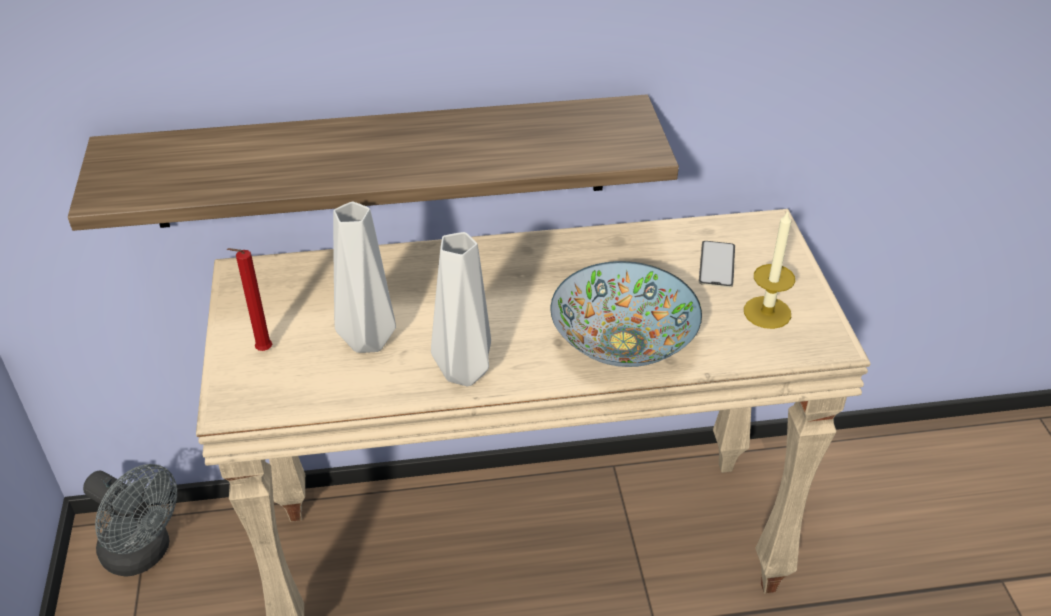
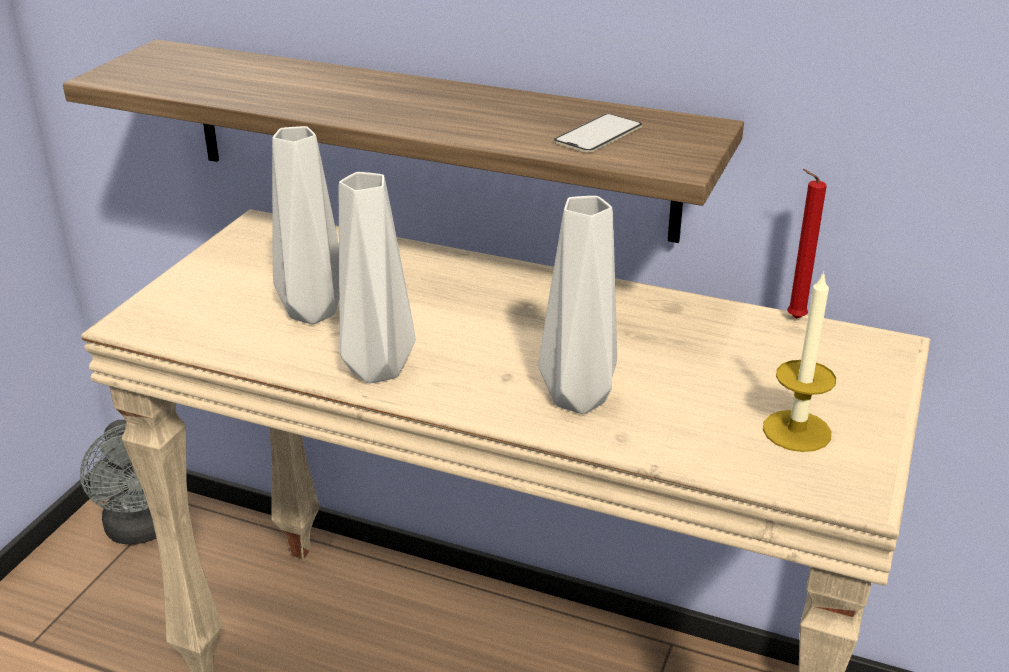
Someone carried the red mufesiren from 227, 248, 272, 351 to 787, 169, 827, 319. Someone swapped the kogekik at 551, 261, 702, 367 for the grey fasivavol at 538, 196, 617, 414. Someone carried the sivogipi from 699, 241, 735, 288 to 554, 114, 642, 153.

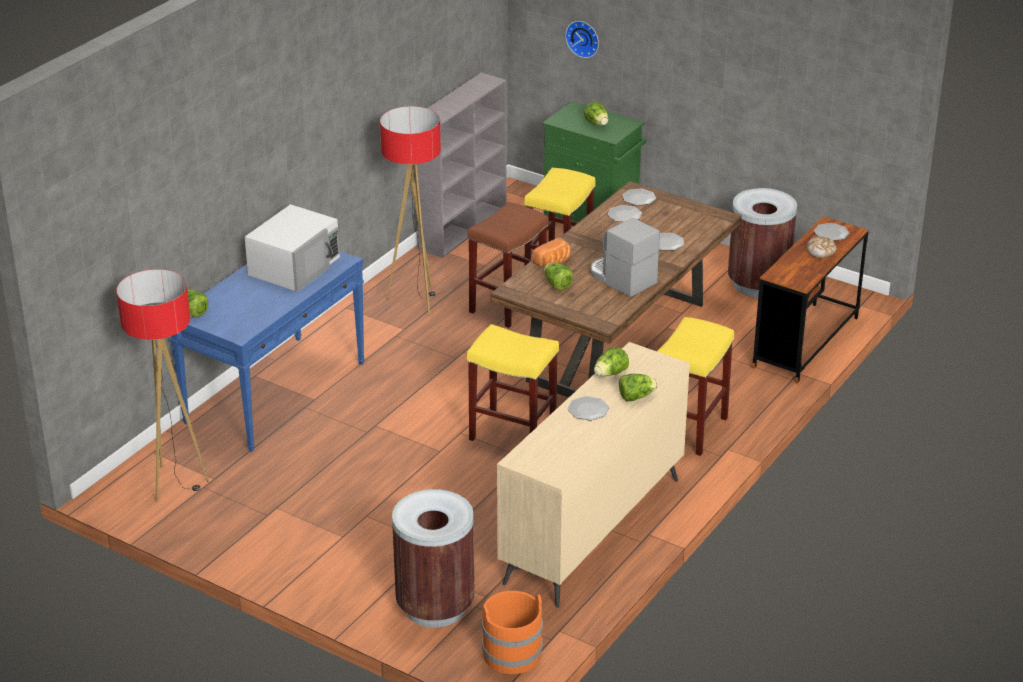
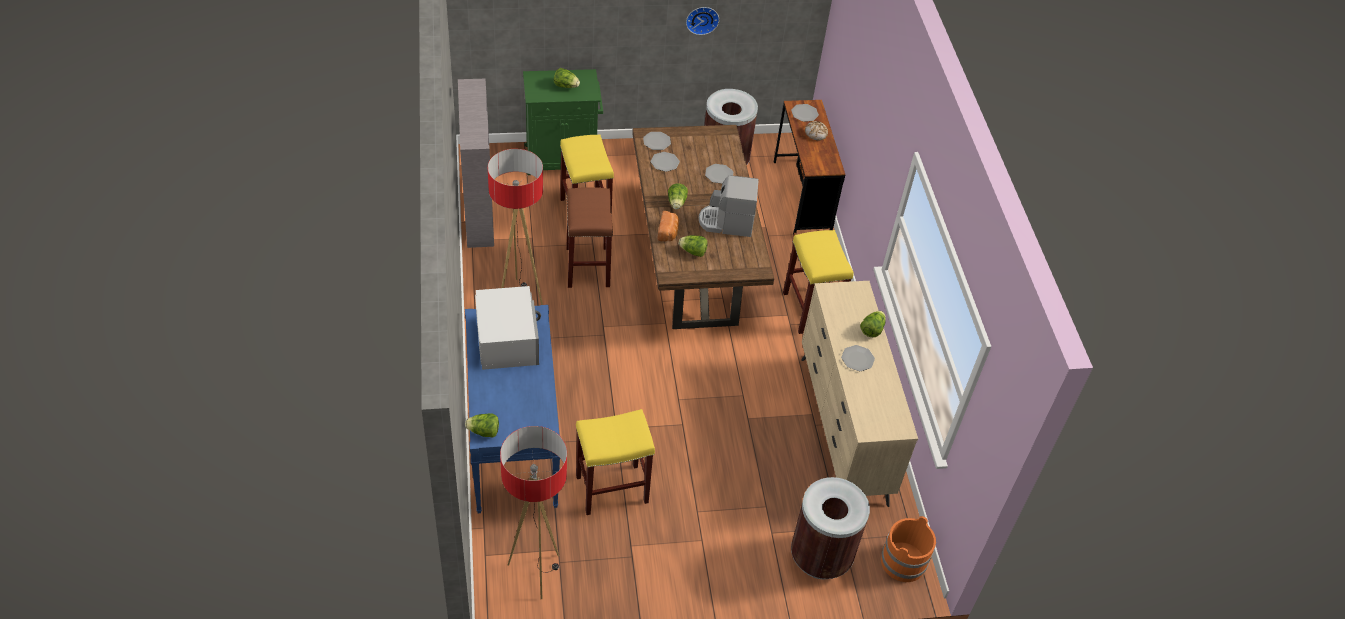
Someone carried the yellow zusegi from 467, 324, 559, 441 to 576, 409, 655, 515. Someone carried the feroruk from 565, 21, 599, 58 to 686, 7, 719, 35. Someone carried the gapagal from 594, 347, 629, 376 to 668, 183, 688, 209.

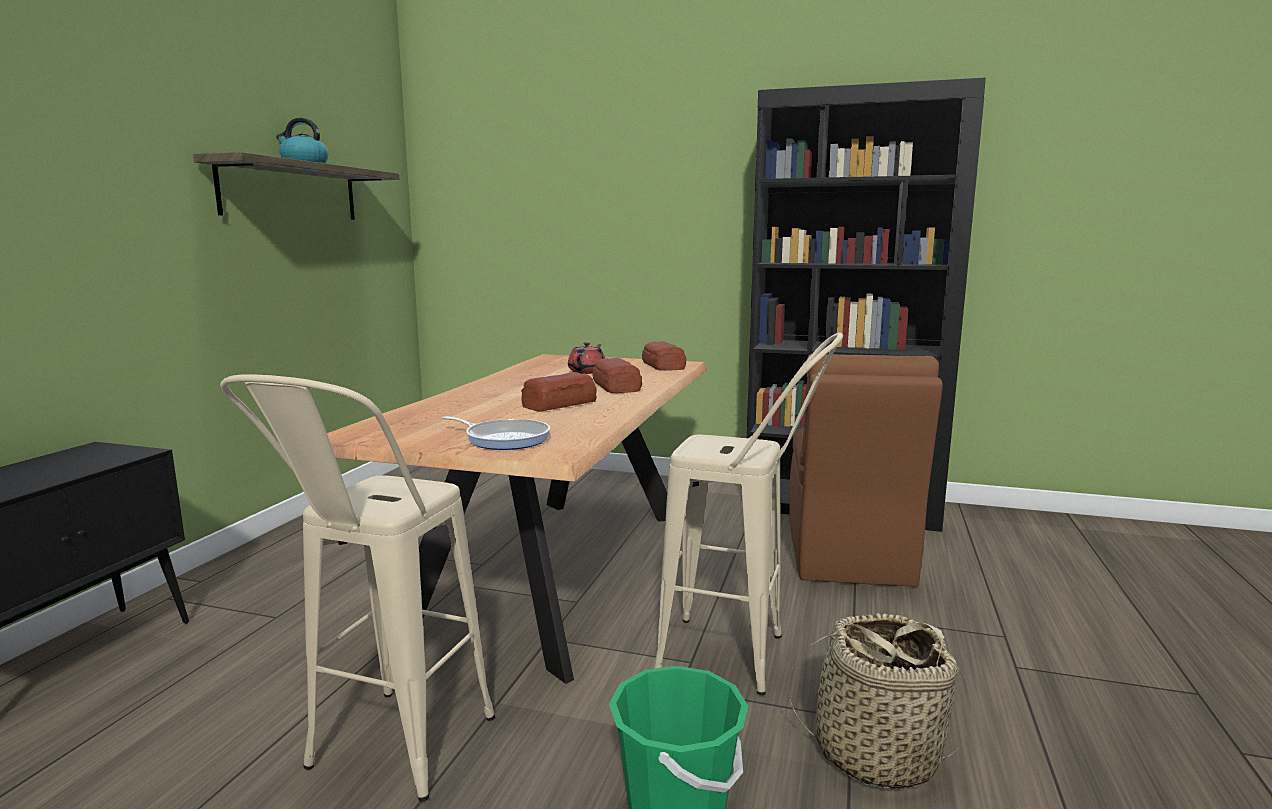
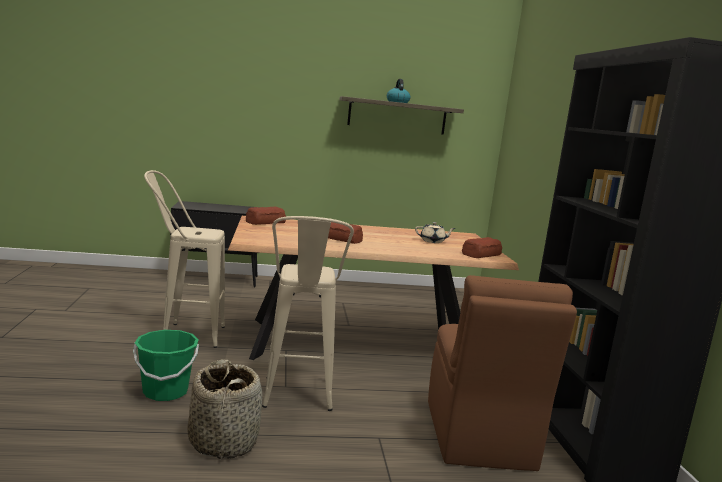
Someone took away the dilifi at 442, 416, 550, 450. Someone repainted the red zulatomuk at 568, 342, 605, 374, which became the beige zulatomuk at 415, 222, 456, 243. Someone carried the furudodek from 592, 358, 642, 393 to 246, 207, 286, 225. Someone rotated the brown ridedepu at 789, 354, 943, 587 by 75 degrees counterclockwise.

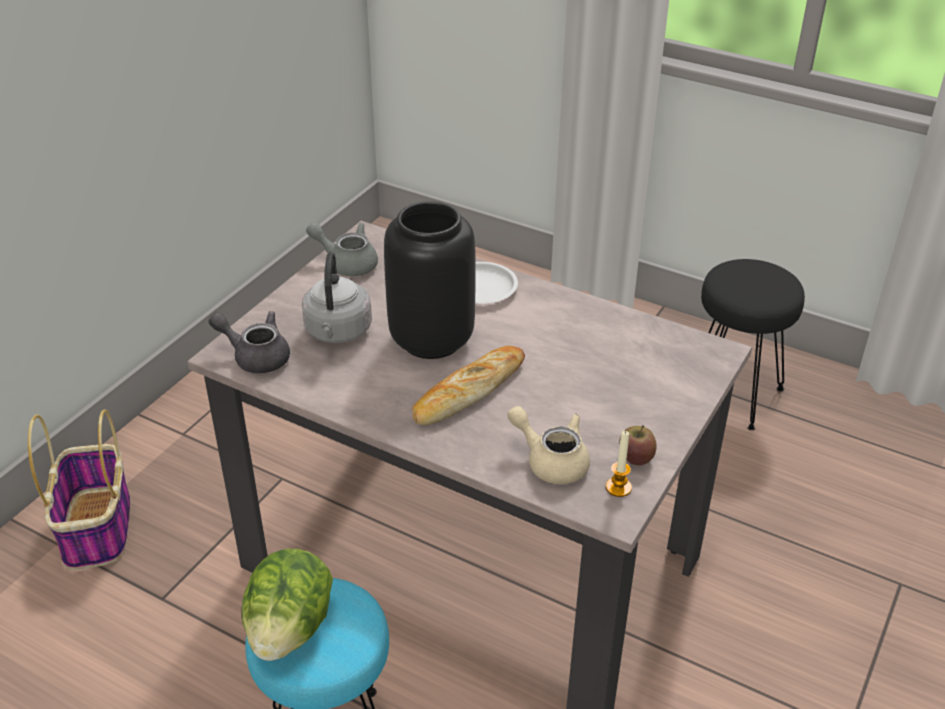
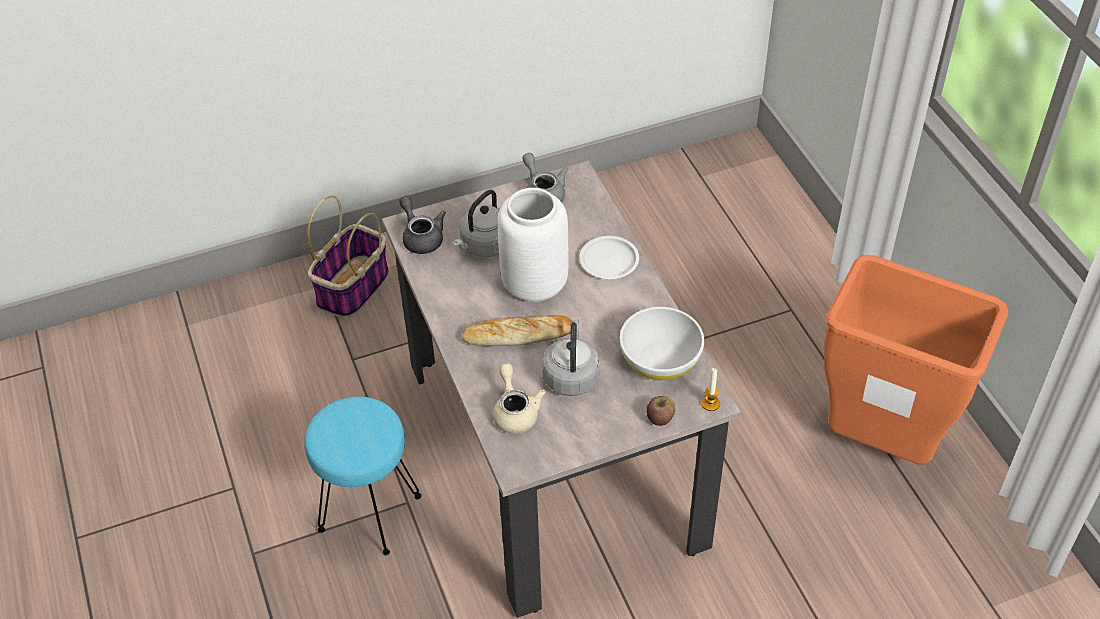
Someone took away the gapagal at 242, 549, 333, 661. Someone repainted the black fasivavol at 384, 201, 476, 359, which became the white fasivavol at 498, 188, 568, 302. Someone carried the mufesiren from 606, 430, 632, 497 to 701, 368, 720, 411. Someone carried the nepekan from 619, 425, 657, 466 to 646, 396, 675, 426. Someone swapped the black zusegi at 701, 259, 805, 430 for the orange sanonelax at 824, 255, 1008, 465. Someone put down the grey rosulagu at 542, 320, 600, 396. Someone put down the white kogekik at 620, 307, 704, 380.

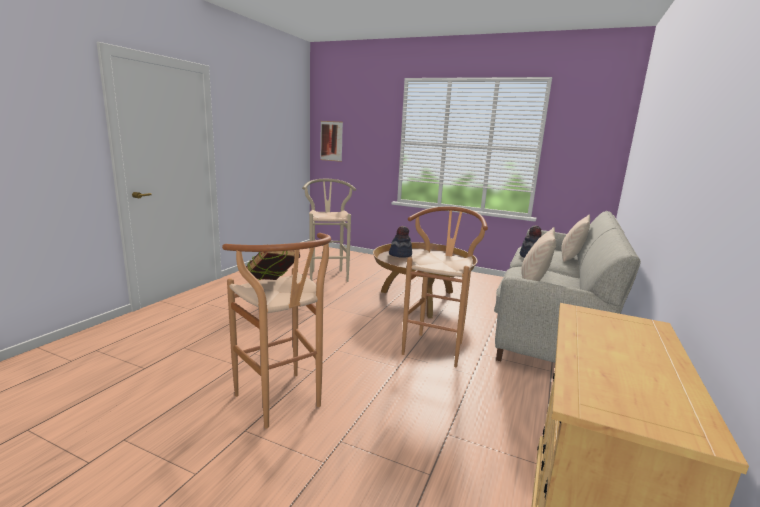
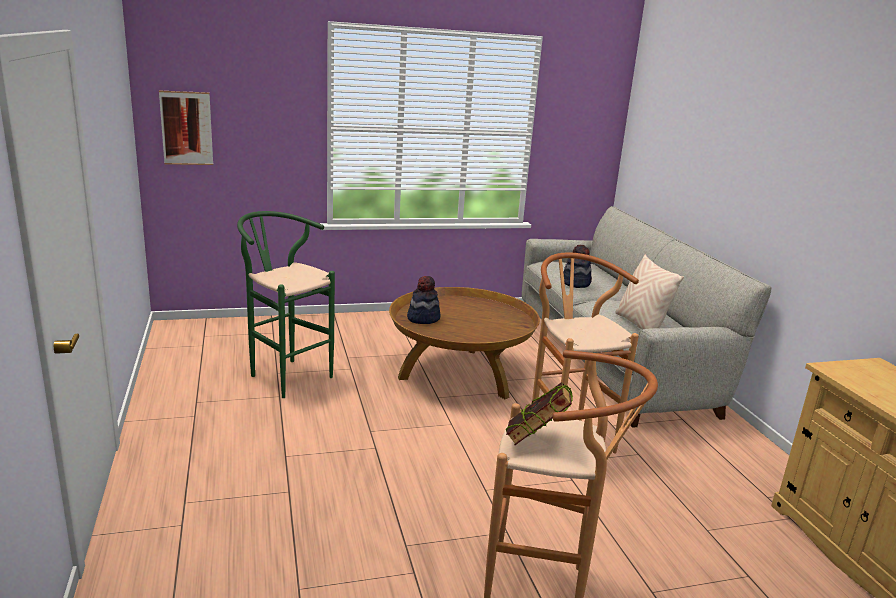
Someone repainted the beige zusegi at 302, 179, 356, 282, which became the green zusegi at 237, 211, 335, 398. Someone took away the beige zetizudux at 561, 214, 590, 262.

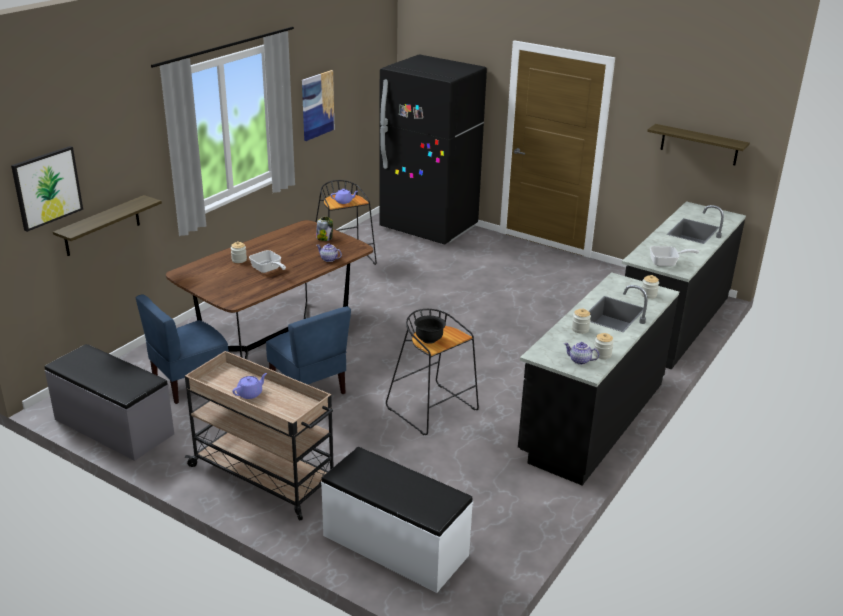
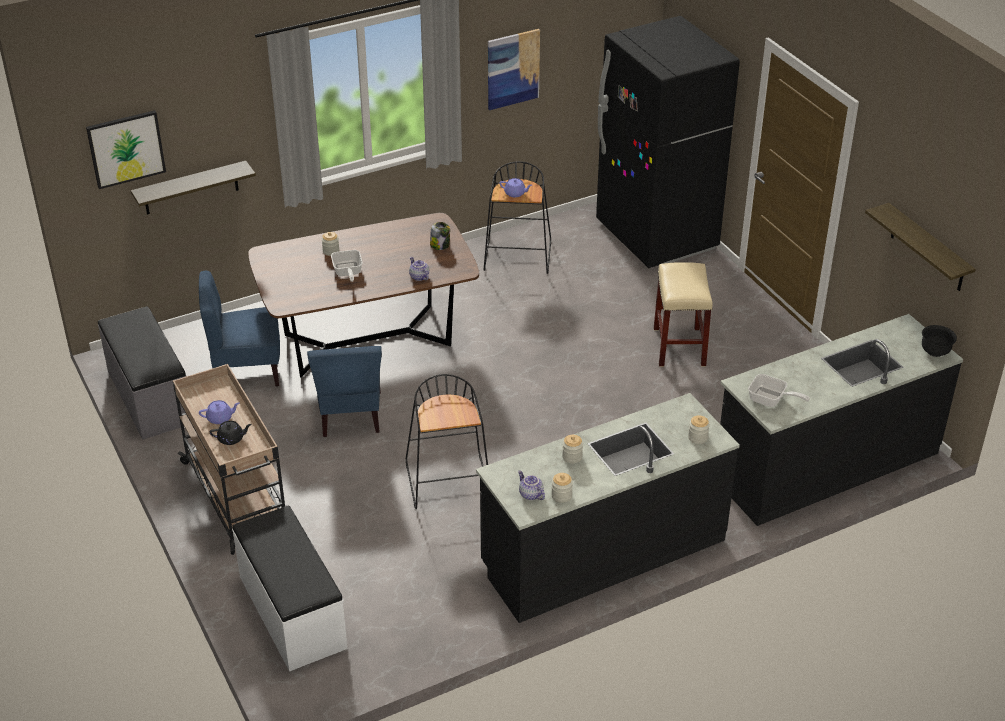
Someone carried the black kogekik from 414, 315, 446, 344 to 922, 325, 957, 357. Someone put down the black zulatomuk at 210, 421, 252, 445. Someone put down the beige zusegi at 654, 262, 713, 367.

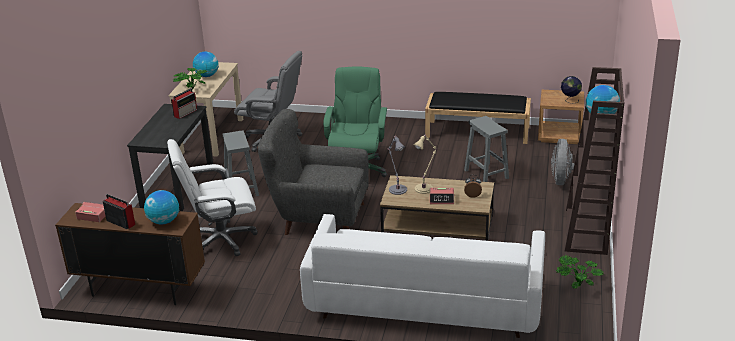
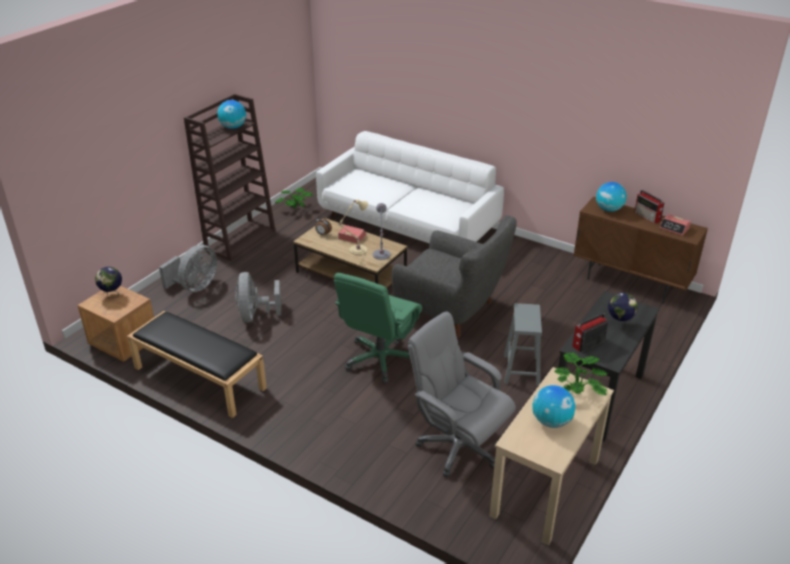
Someone took away the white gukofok at 167, 139, 258, 256. Someone swapped the grey zusegi at 464, 116, 509, 182 for the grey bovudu at 235, 272, 281, 323. Someone put down the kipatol at 608, 293, 638, 332.

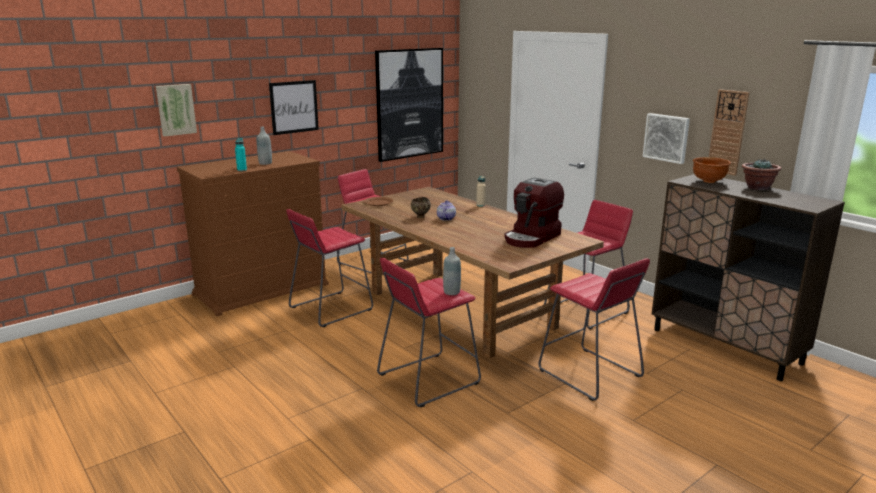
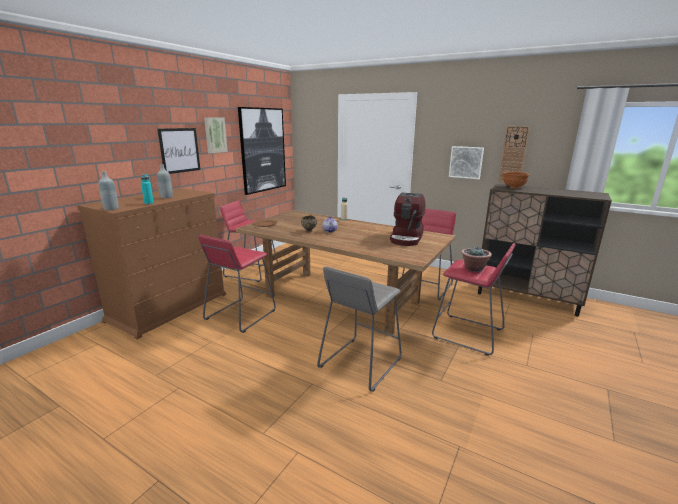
Someone carried the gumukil from 156, 84, 197, 137 to 204, 117, 228, 153. Someone repainted the red zusegi at 377, 258, 481, 408, which became the grey zusegi at 317, 267, 402, 392. Someone carried the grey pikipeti from 443, 247, 461, 295 to 99, 171, 119, 210. Someone carried the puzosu from 742, 159, 781, 190 to 461, 246, 492, 272.

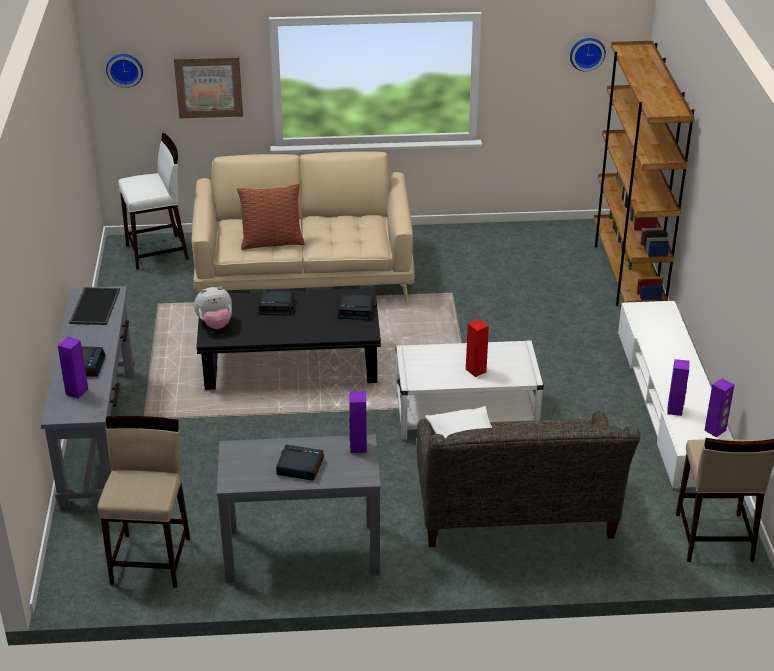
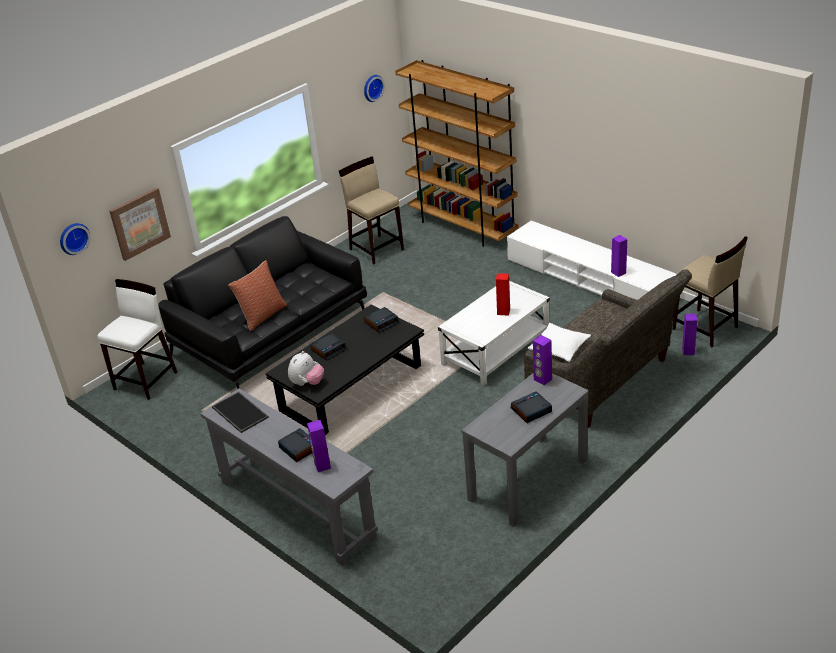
Someone carried the beige zusegi from 97, 416, 190, 588 to 339, 156, 404, 264. Someone repainted the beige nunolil at 192, 151, 415, 303, which became the black nunolil at 158, 216, 367, 389. Someone carried the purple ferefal from 704, 378, 735, 437 to 682, 314, 697, 355.

